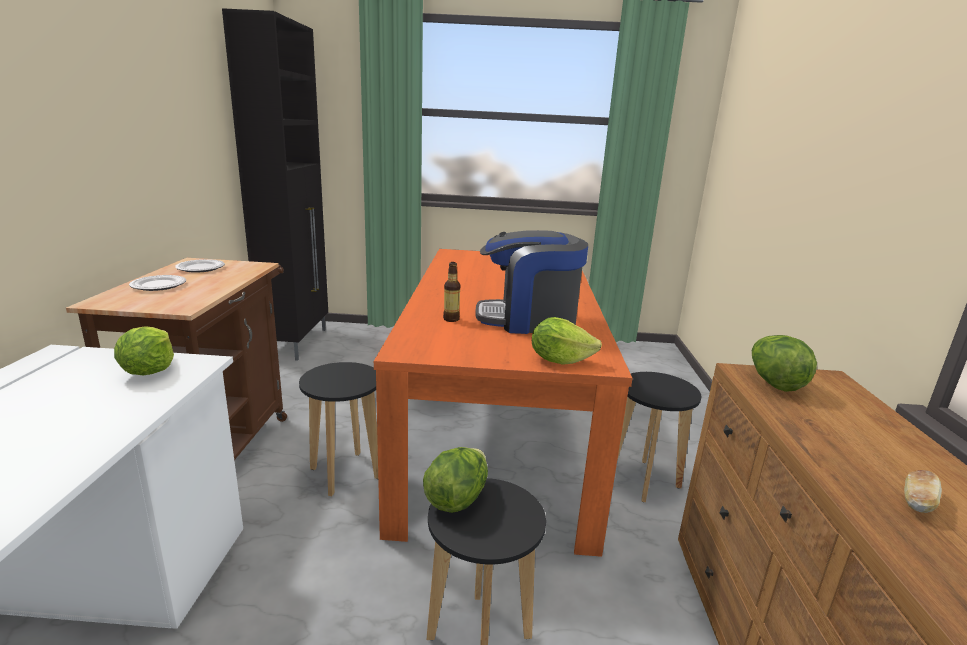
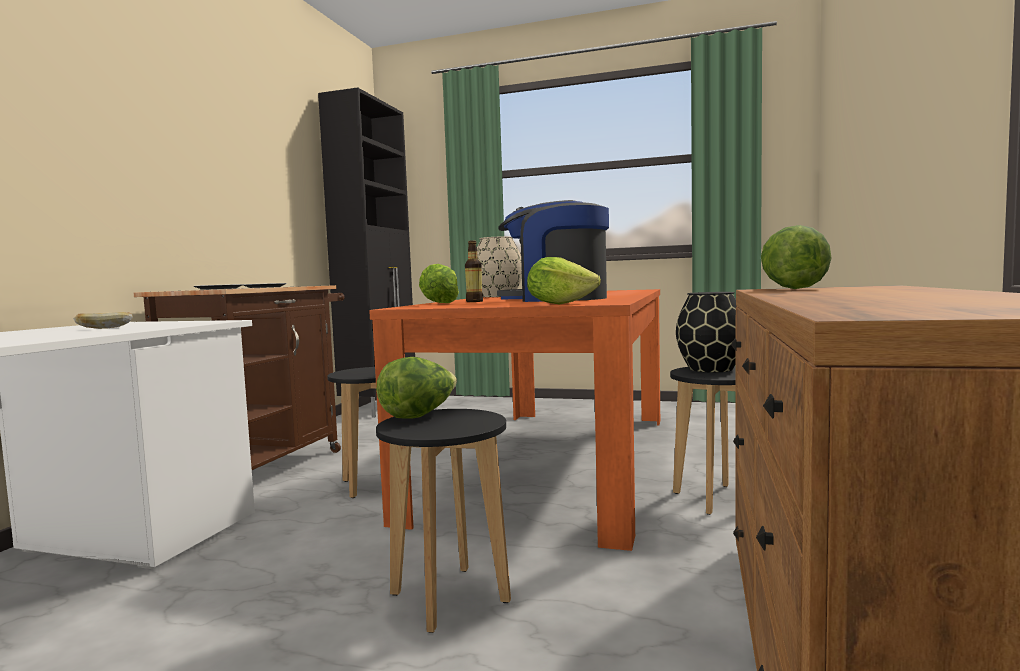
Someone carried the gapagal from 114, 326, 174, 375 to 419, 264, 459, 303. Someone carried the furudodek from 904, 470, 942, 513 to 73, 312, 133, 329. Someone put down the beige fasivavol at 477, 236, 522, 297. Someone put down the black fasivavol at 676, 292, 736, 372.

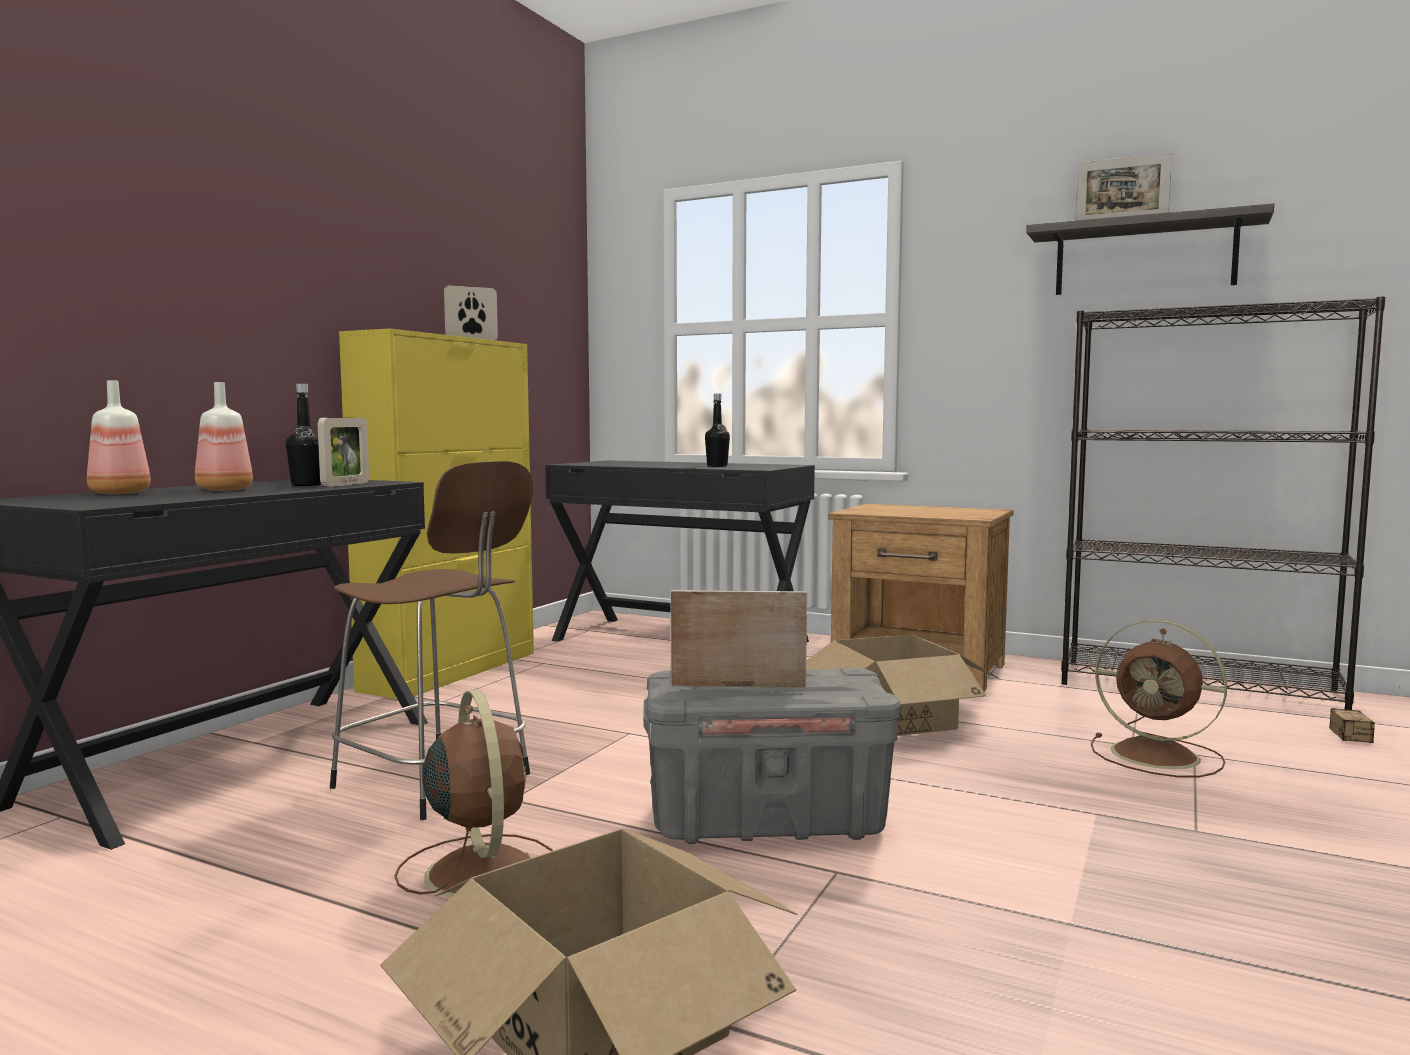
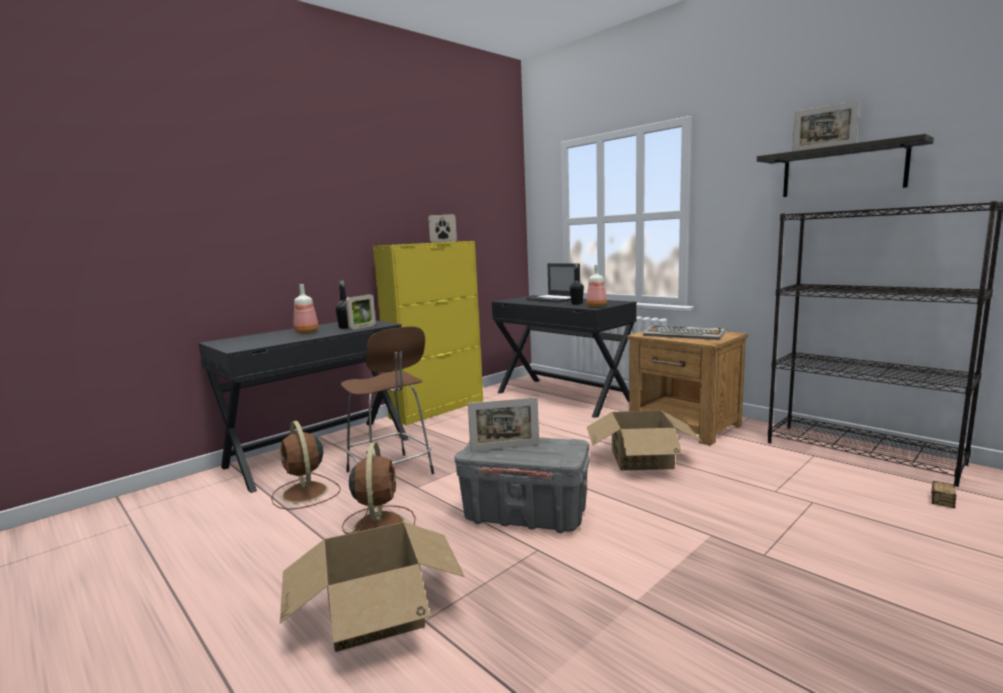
Someone carried the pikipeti from 87, 380, 151, 494 to 586, 265, 607, 307. Someone rotated the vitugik at 670, 590, 807, 688 by 150 degrees clockwise. Someone carried the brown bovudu from 1091, 620, 1227, 777 to 271, 421, 340, 510. Someone put down the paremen at 526, 263, 580, 303. Someone put down the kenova at 643, 325, 725, 340.

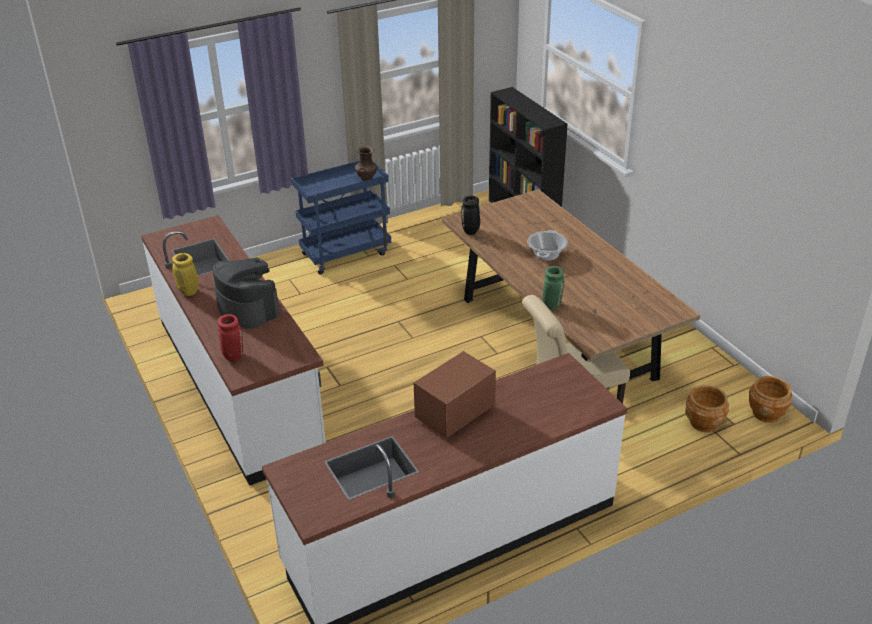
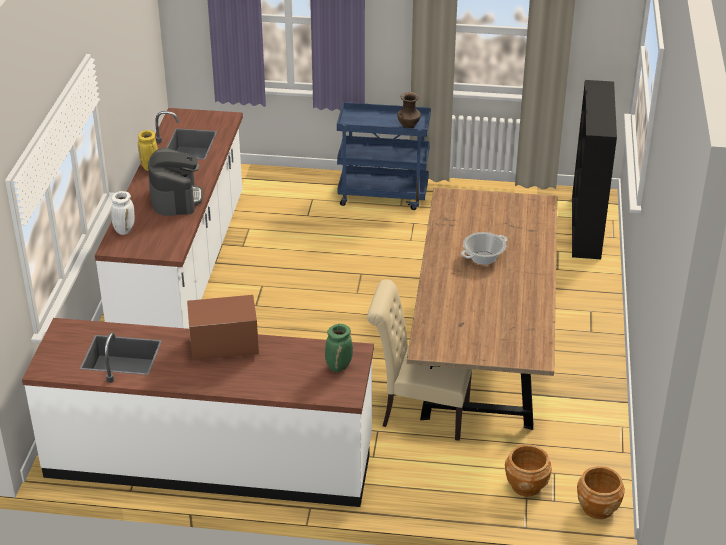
Someone repainted the red fasivavol at 218, 314, 243, 362, which became the white fasivavol at 111, 191, 135, 235. Someone took away the black fasivavol at 461, 196, 480, 235. Someone carried the green fasivavol from 542, 266, 564, 310 to 325, 324, 353, 372.

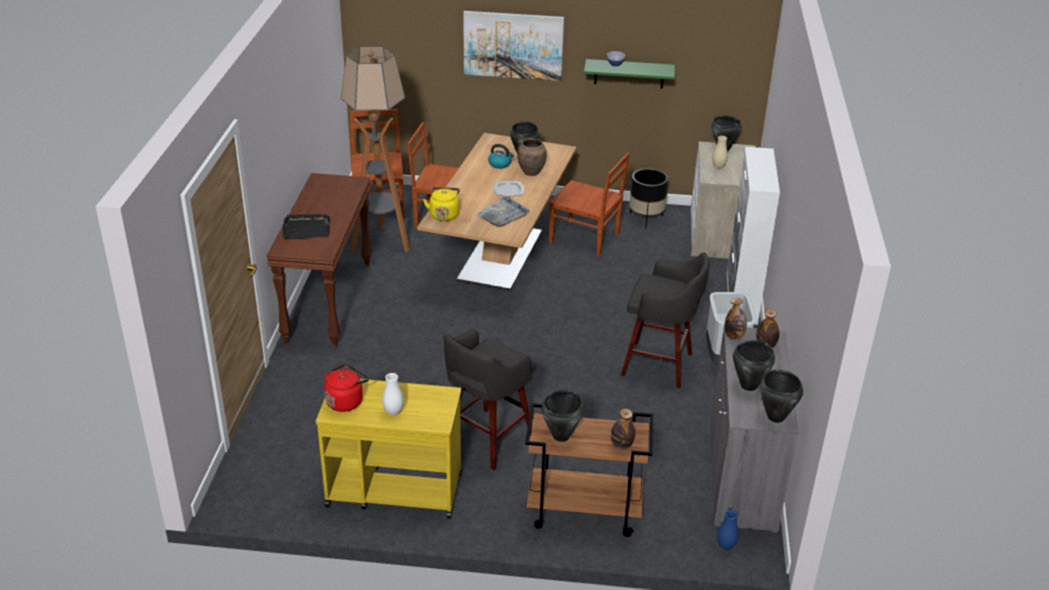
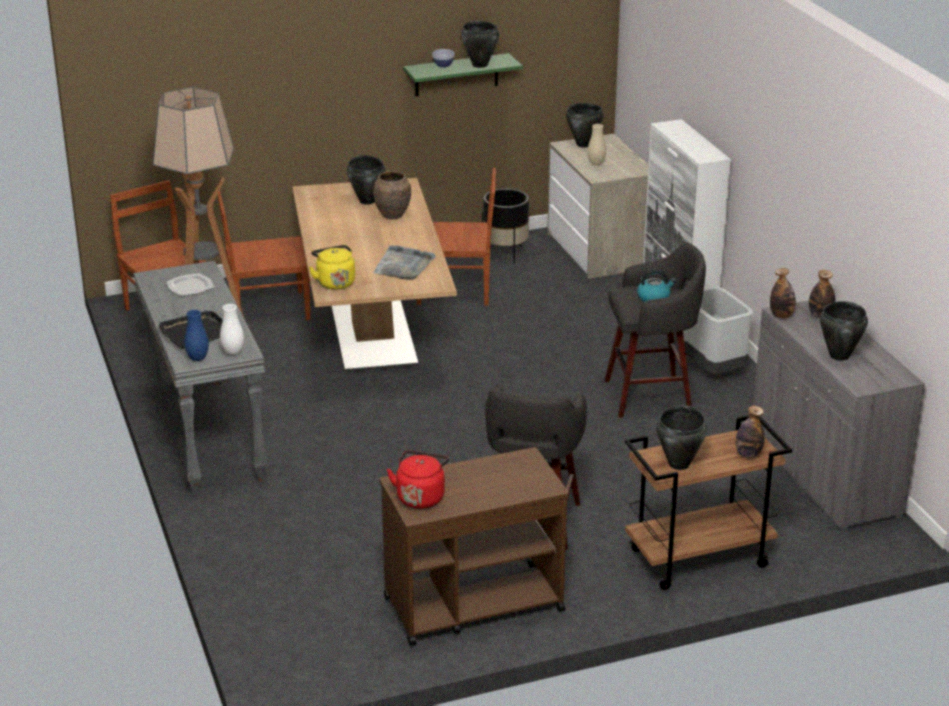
Someone repainted the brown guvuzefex at 267, 173, 372, 347, which became the grey guvuzefex at 133, 261, 268, 495. Someone repainted the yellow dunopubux at 316, 379, 462, 518, which became the brown dunopubux at 379, 447, 569, 646. Someone carried the white fasivavol from 382, 373, 404, 415 to 220, 304, 244, 355. Someone took away the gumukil at 463, 11, 564, 81. Someone carried the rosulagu from 488, 144, 514, 169 to 637, 269, 676, 302. Someone carried the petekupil from 493, 181, 524, 196 to 167, 273, 214, 296. Someone carried the blue fasivavol from 717, 510, 738, 550 to 184, 310, 209, 361. Someone carried the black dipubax from 760, 369, 803, 423 to 461, 21, 499, 68.

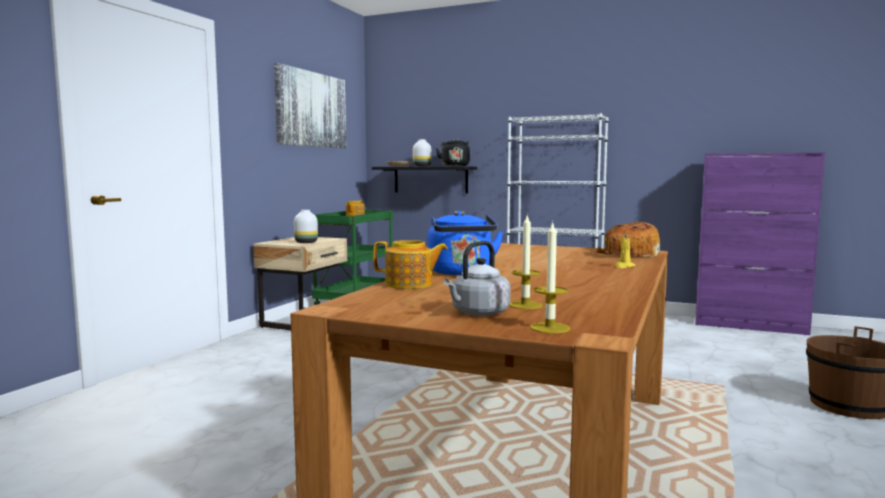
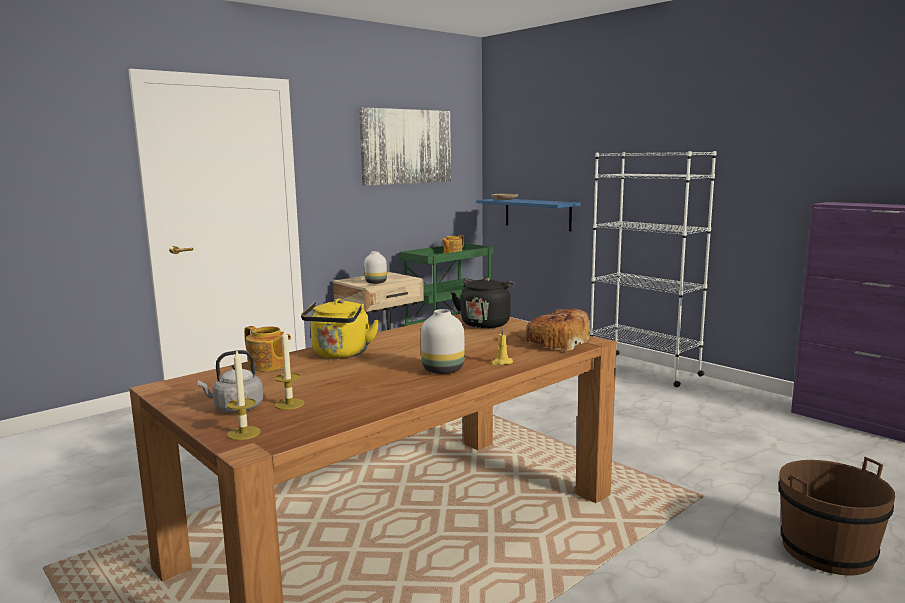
Someone repainted the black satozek at 372, 166, 477, 193, which became the blue satozek at 476, 199, 581, 231. Someone carried the white fasivavol from 413, 139, 432, 167 to 421, 309, 464, 374. Someone repainted the blue rosulagu at 427, 210, 503, 275, which became the yellow rosulagu at 301, 298, 379, 358. Someone carried the black rosulagu from 436, 139, 470, 166 to 451, 277, 514, 328.

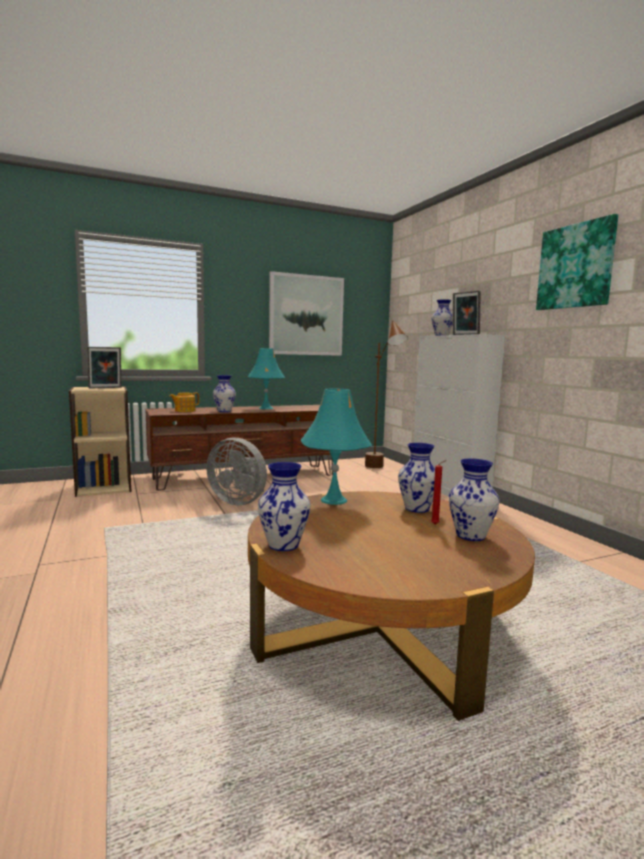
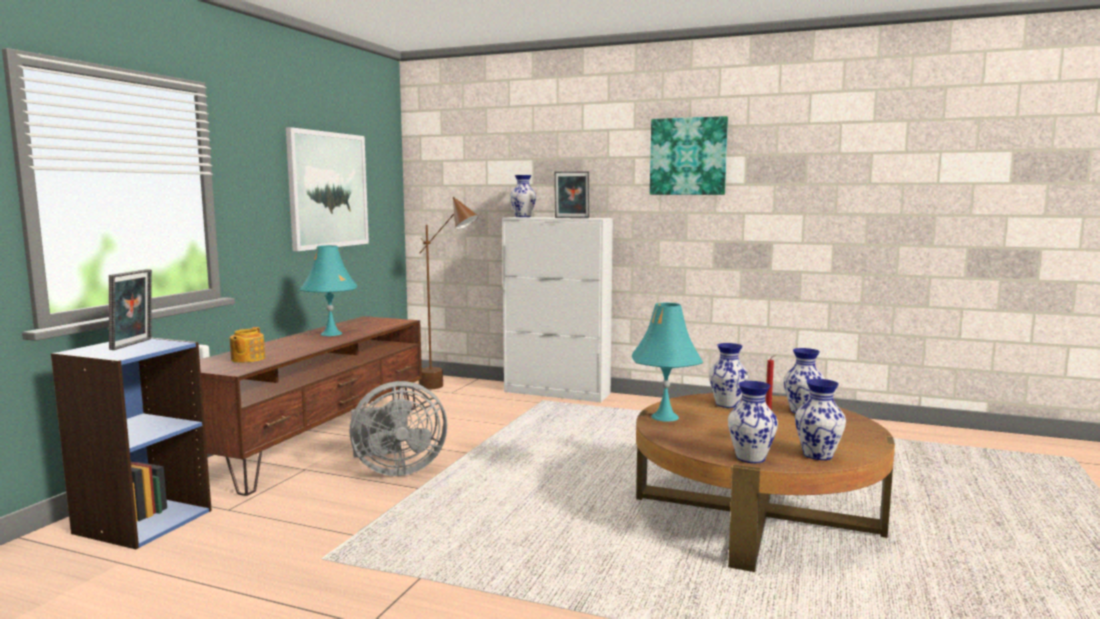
Someone repainted the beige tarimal at 69, 387, 131, 497, which became the blue tarimal at 51, 338, 212, 549. Someone carried the fasivavol from 213, 375, 236, 412 to 795, 379, 846, 460.

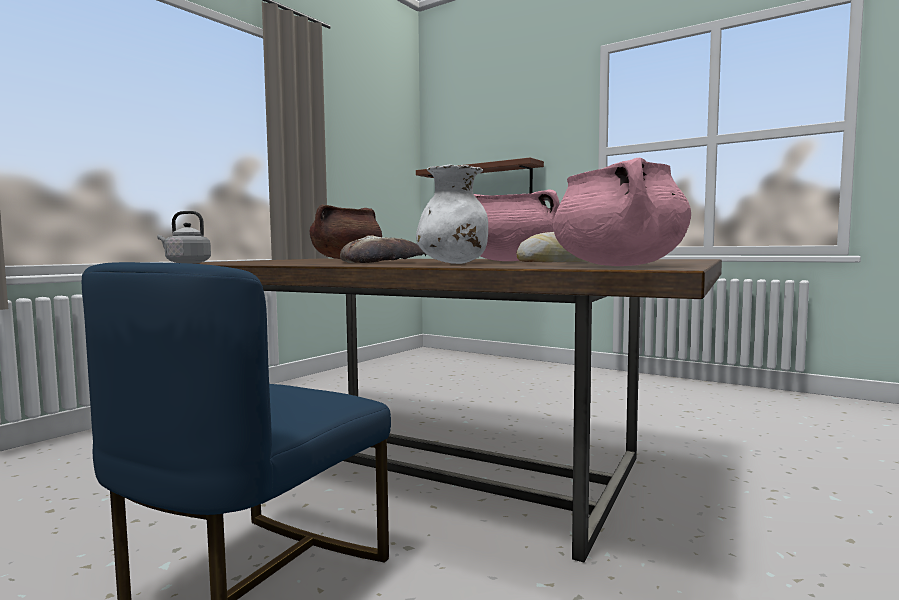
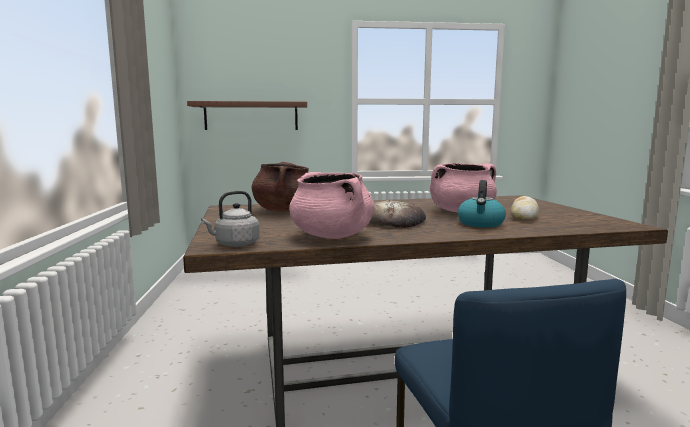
Someone swapped the white fasivavol at 416, 165, 488, 264 for the rosulagu at 458, 180, 506, 228. Someone carried the pink dipubax from 553, 158, 691, 266 to 289, 172, 375, 239.

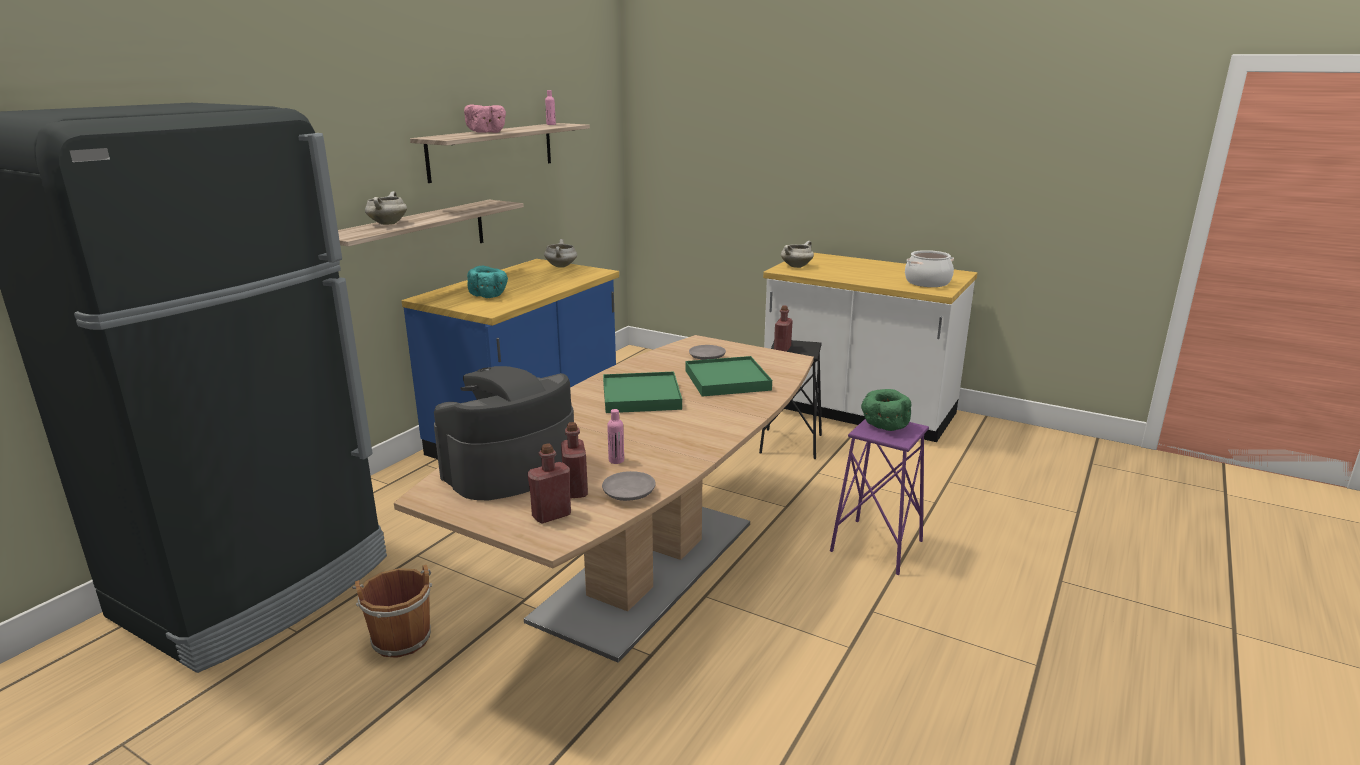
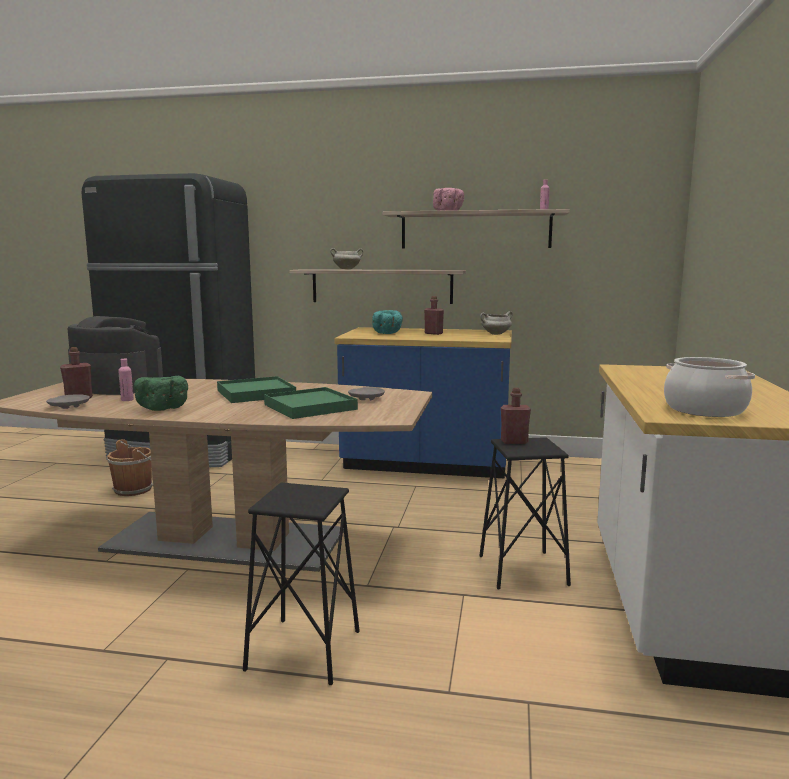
Someone carried the red pikipeti from 528, 444, 571, 524 to 424, 296, 444, 335. Someone took away the white dipubax at 781, 241, 814, 268. Someone repainted the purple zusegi at 830, 419, 929, 575, which became the black zusegi at 243, 483, 360, 685. Someone carried the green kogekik from 861, 389, 911, 431 to 134, 376, 188, 411.

